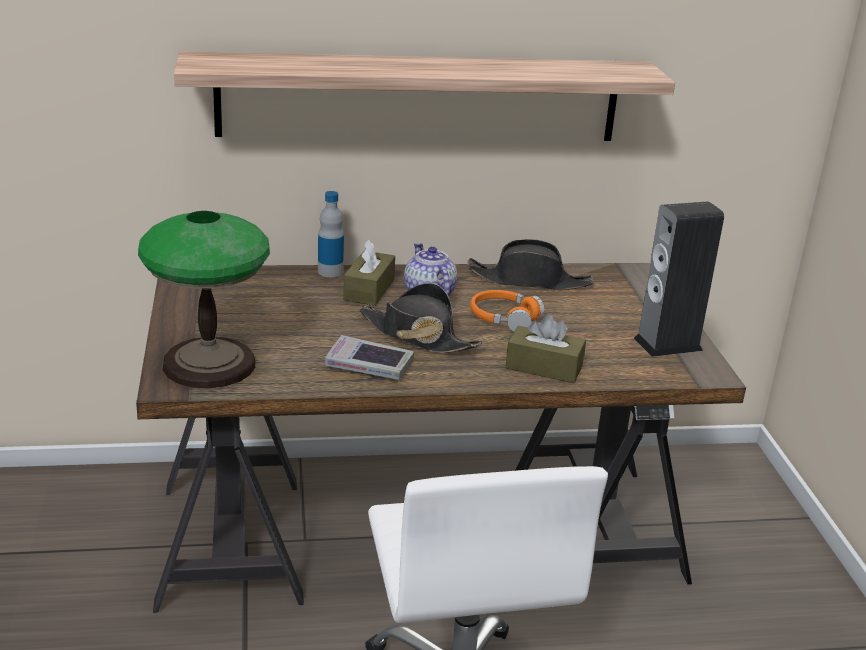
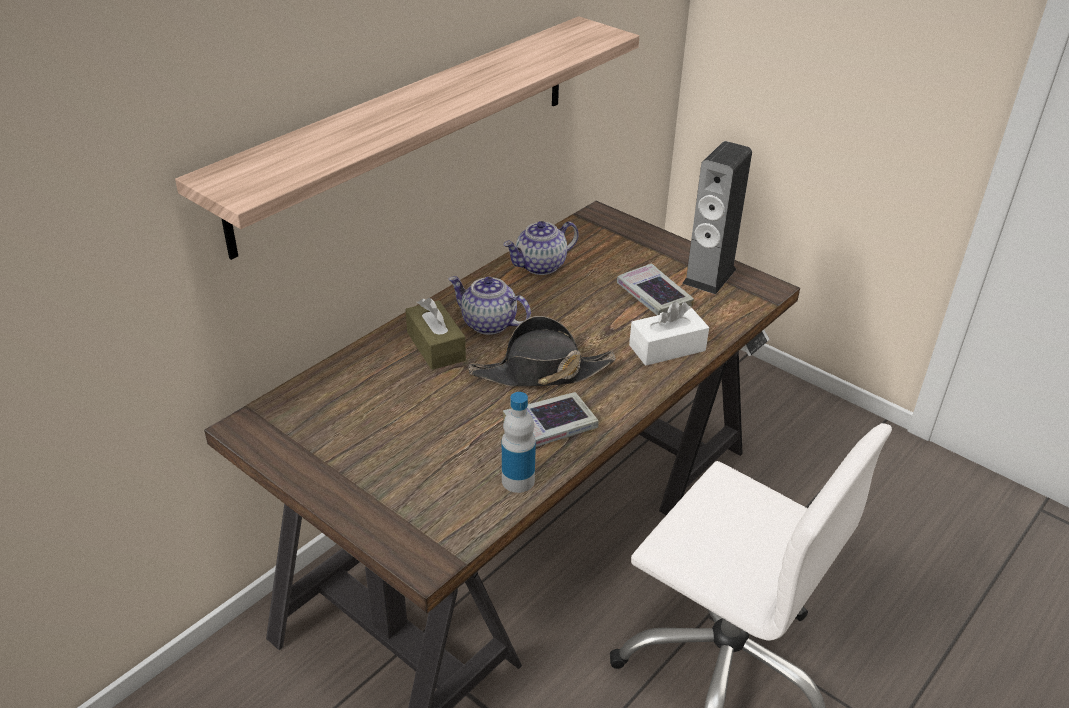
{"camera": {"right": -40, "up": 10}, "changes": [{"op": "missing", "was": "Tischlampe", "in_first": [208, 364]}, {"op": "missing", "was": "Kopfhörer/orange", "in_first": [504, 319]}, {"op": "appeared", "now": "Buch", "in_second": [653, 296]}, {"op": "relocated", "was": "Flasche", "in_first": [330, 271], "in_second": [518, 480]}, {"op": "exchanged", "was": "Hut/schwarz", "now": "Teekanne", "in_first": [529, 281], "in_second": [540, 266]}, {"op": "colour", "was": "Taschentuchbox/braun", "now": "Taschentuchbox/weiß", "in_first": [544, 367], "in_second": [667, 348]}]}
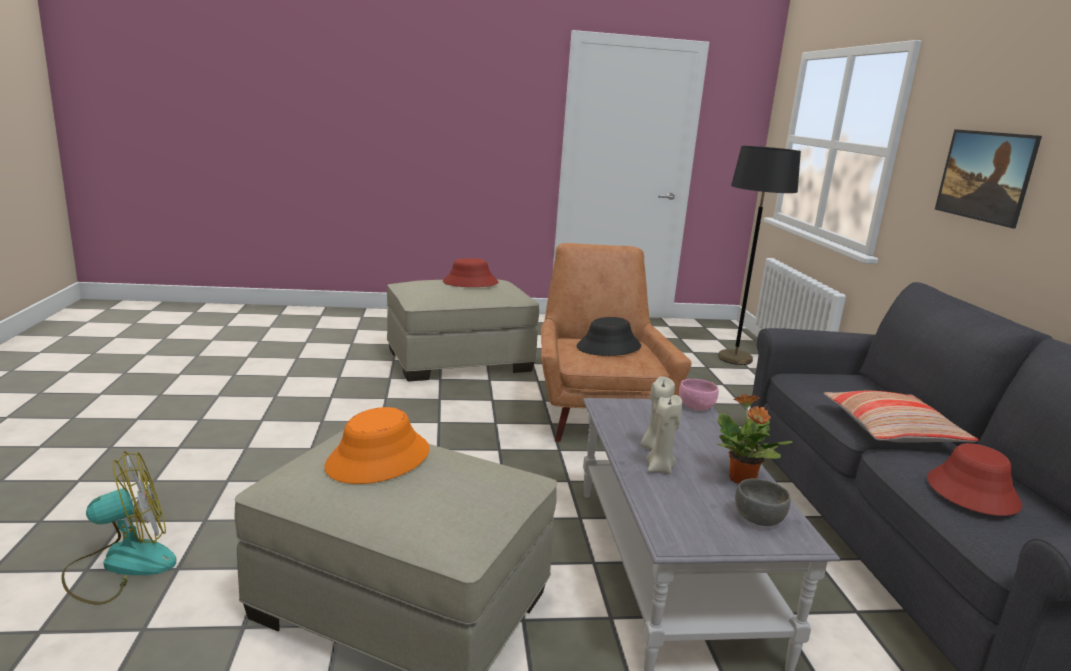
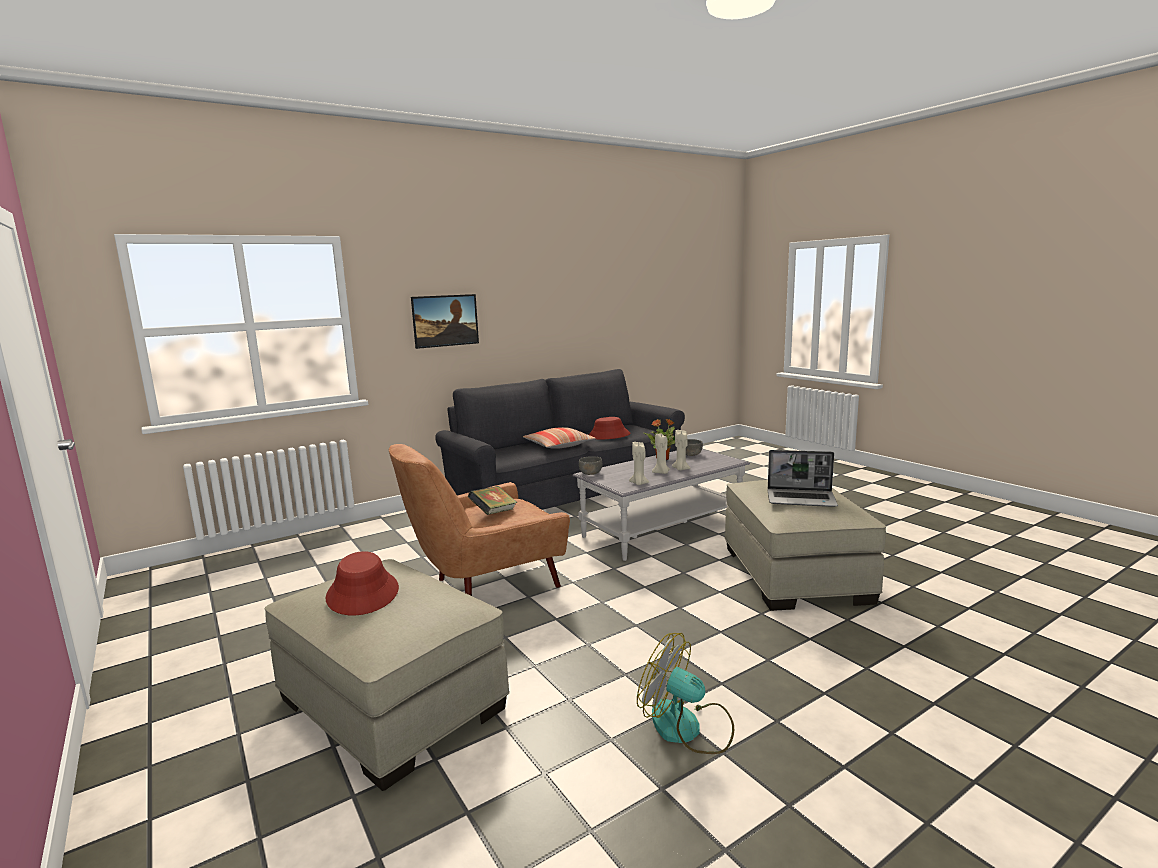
{"camera": {"right": -115, "up": -5}, "changes": [{"op": "missing", "was": "Stehlampe/schwarz", "in_first": [735, 358]}, {"op": "appeared", "now": "Kerze/beige", "in_second": [639, 483]}, {"op": "relocated", "was": "Ventilator", "in_first": [121, 565], "in_second": [687, 728]}, {"op": "exchanged", "was": "Hut/orange", "now": "Laptop", "in_first": [378, 459], "in_second": [802, 499]}, {"op": "exchanged", "was": "Hut/schwarz", "now": "Buch", "in_first": [608, 347], "in_second": [493, 513]}, {"op": "colour", "was": "Schüssel/rosa", "now": "Schüssel/grau", "in_first": [695, 406], "in_second": [590, 473]}]}
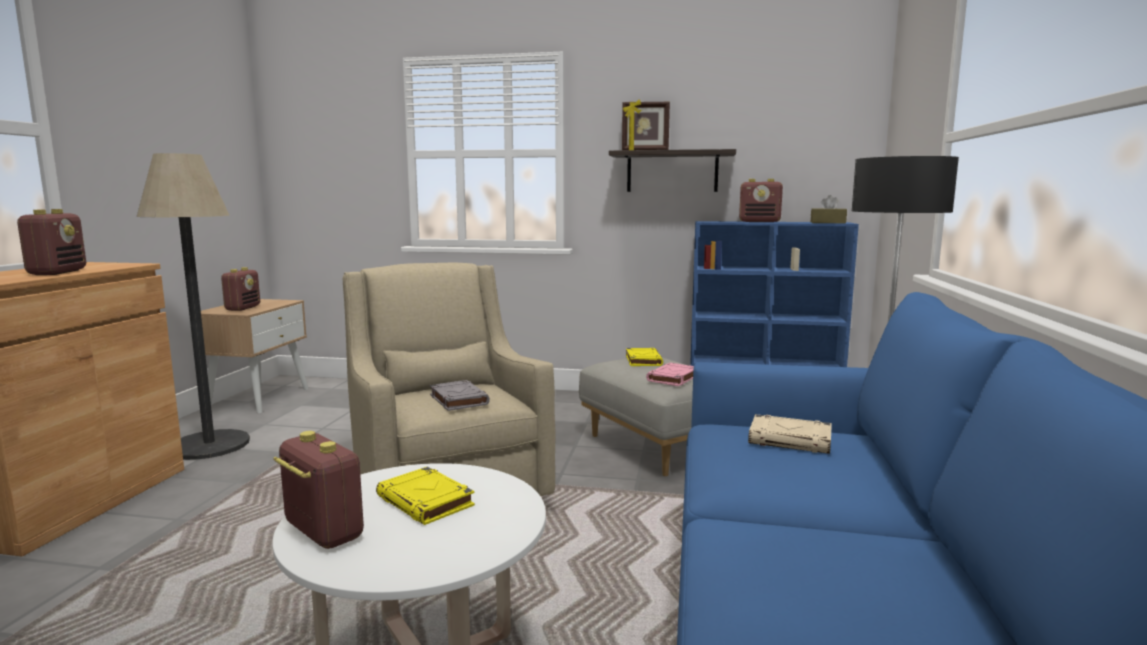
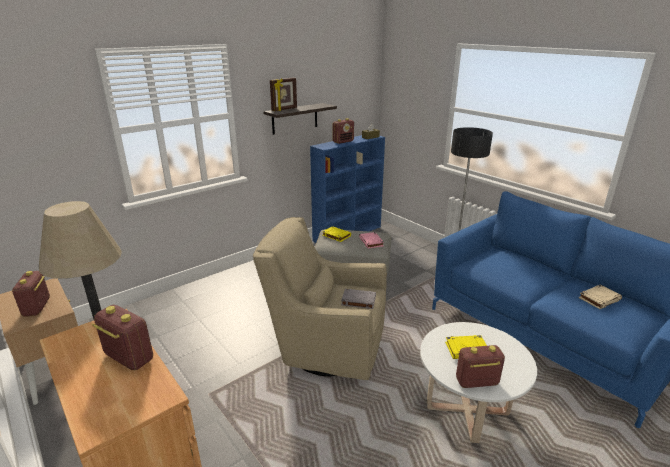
{"camera": {"right": -50, "up": 15}, "changes": [{"op": "relocated", "was": "Buch/beige", "in_first": [791, 440], "in_second": [599, 299]}, {"op": "spun", "was": "Radio", "in_first": [243, 308], "in_second": [37, 308], "clockwise": -150}]}
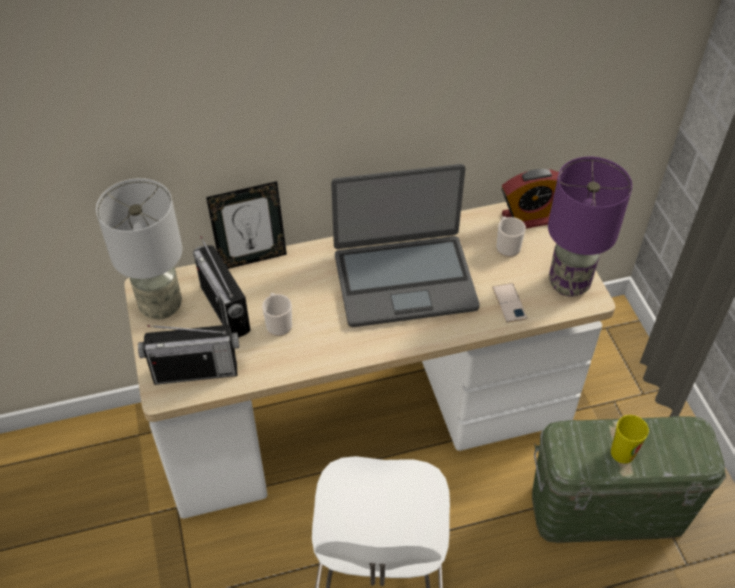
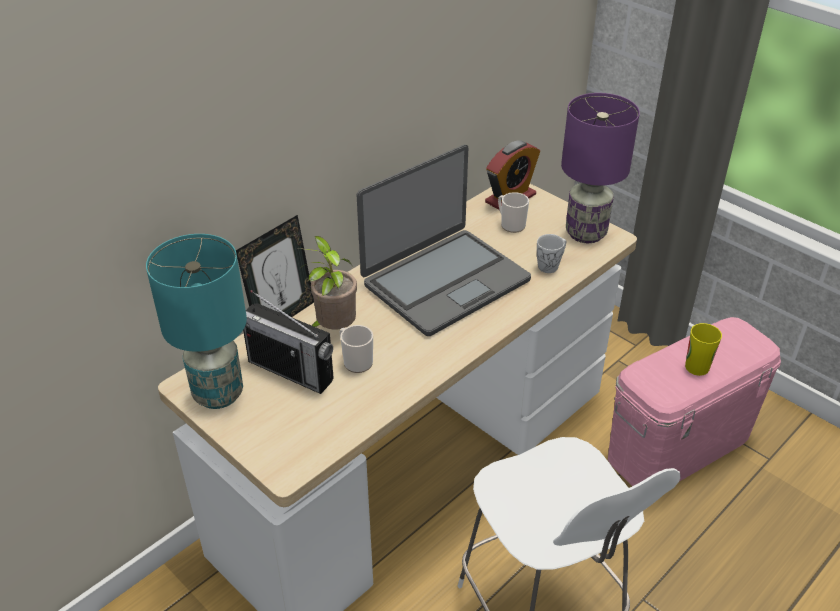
{"camera": {"right": -30, "up": -10}, "changes": [{"op": "missing", "was": "Radio", "in_first": [195, 371]}, {"op": "appeared", "now": "Topfpflanze", "in_second": [334, 329]}, {"op": "exchanged", "was": "Handy", "now": "Henkelbecher/weiß", "in_first": [509, 303], "in_second": [551, 265]}, {"op": "colour", "was": "Tischlampe/grau", "now": "Tischlampe/türkis", "in_first": [161, 306], "in_second": [218, 395]}, {"op": "colour", "was": "Aufbewahrungsbox/grün", "now": "Aufbewahrungsbox/rosa", "in_first": [607, 510], "in_second": [678, 446]}]}
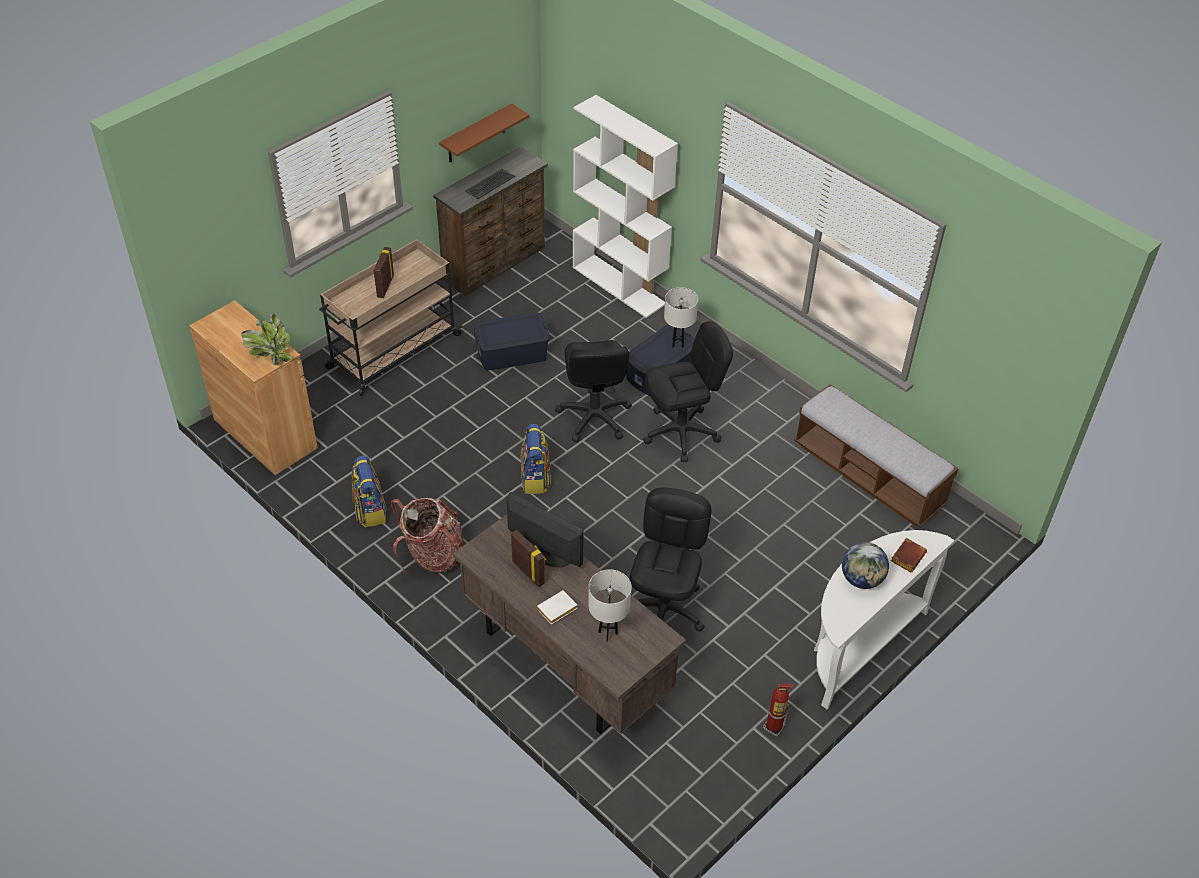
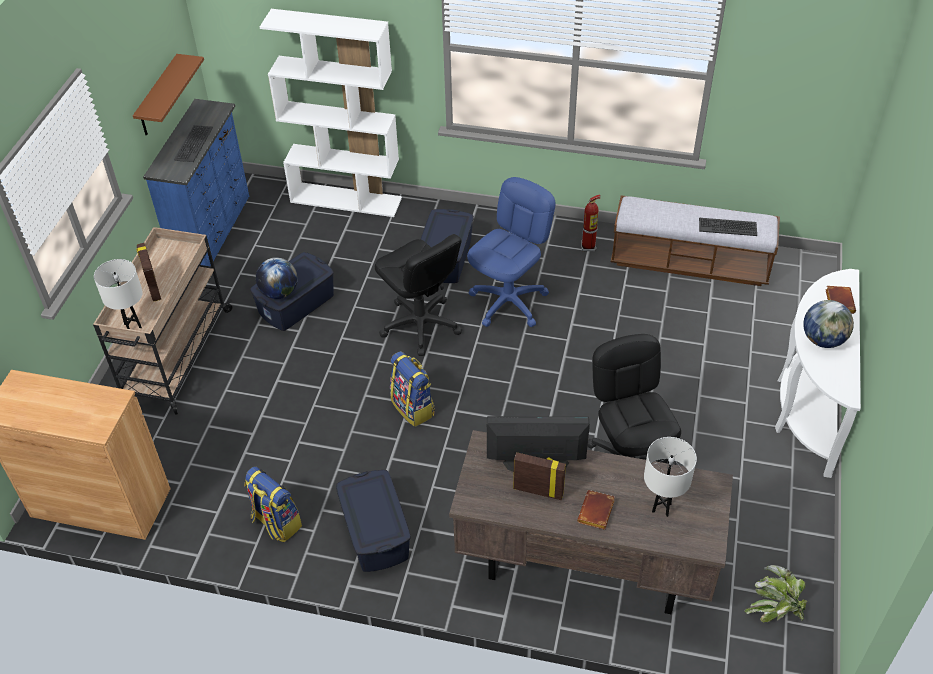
{"camera": {"right": -30, "up": 0}, "changes": [{"op": "appeared", "now": "Globus", "in_second": [279, 292]}, {"op": "appeared", "now": "Tastatur", "in_second": [727, 227]}, {"op": "relocated", "was": "Topfpflanze", "in_first": [270, 354], "in_second": [775, 610]}, {"op": "relocated", "was": "Tischlampe/weiß", "in_first": [678, 343], "in_second": [133, 326]}, {"op": "relocated", "was": "Feuerlöscher", "in_first": [774, 727], "in_second": [588, 246]}, {"op": "exchanged", "was": "Rucksack", "now": "Aufbewahrungsbox/blau", "in_first": [432, 555], "in_second": [375, 533]}, {"op": "colour", "was": "Kommode/braun", "now": "Kommode/blau", "in_first": [495, 264], "in_second": [213, 230]}, {"op": "colour", "was": "Buch/weiß", "now": "Buch/braun", "in_first": [556, 610], "in_second": [597, 513]}, {"op": "colour", "was": "Bürostuhl/schwarz", "now": "Bürostuhl/blau", "in_first": [681, 433], "in_second": [509, 302]}]}
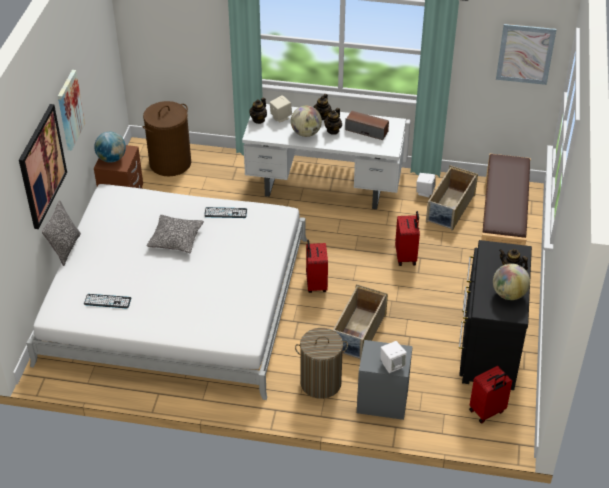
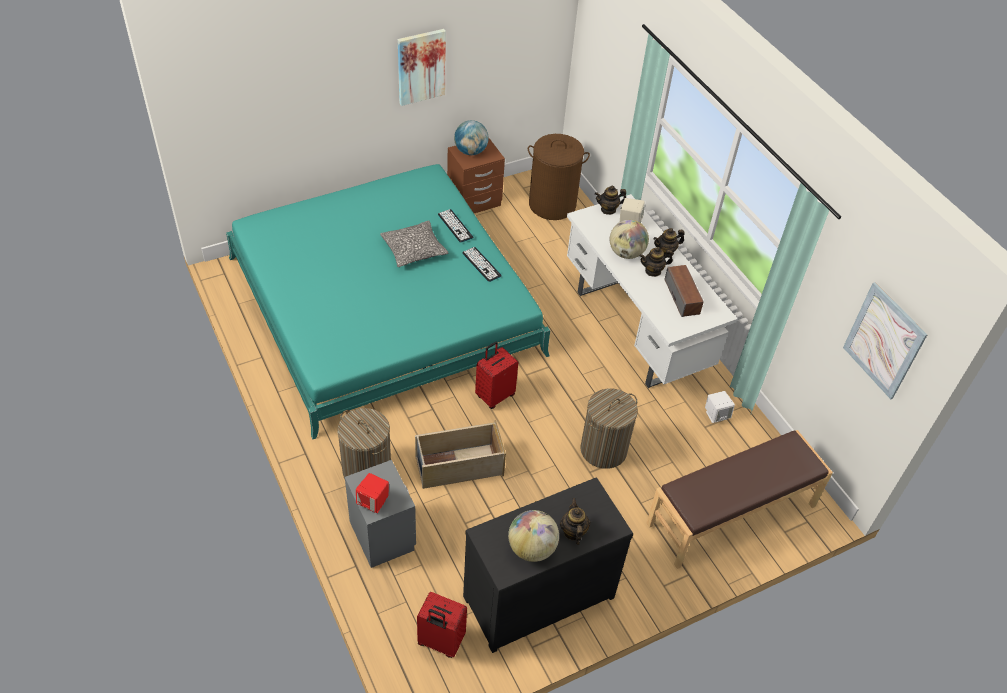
{"camera": {"right": 50, "up": 5}, "changes": [{"op": "missing", "was": "Bild", "in_first": [42, 166]}, {"op": "missing", "was": "Kissen", "in_first": [65, 248]}, {"op": "missing", "was": "Aufbewahrungsbox/beige", "in_first": [450, 209]}, {"op": "relocated", "was": "Tastatur", "in_first": [107, 301], "in_second": [455, 226]}, {"op": "exchanged", "was": "Koffer/rot", "now": "Wäschekorb", "in_first": [406, 256], "in_second": [603, 450]}, {"op": "colour", "was": "Bett/weiß", "now": "Bett/türkis", "in_first": [176, 300], "in_second": [384, 306]}, {"op": "colour", "was": "Lautsprecher/weiß", "now": "Lautsprecher/rot", "in_first": [392, 365], "in_second": [373, 502]}]}
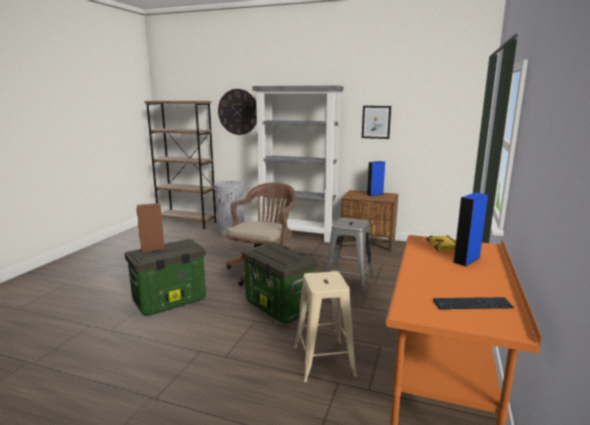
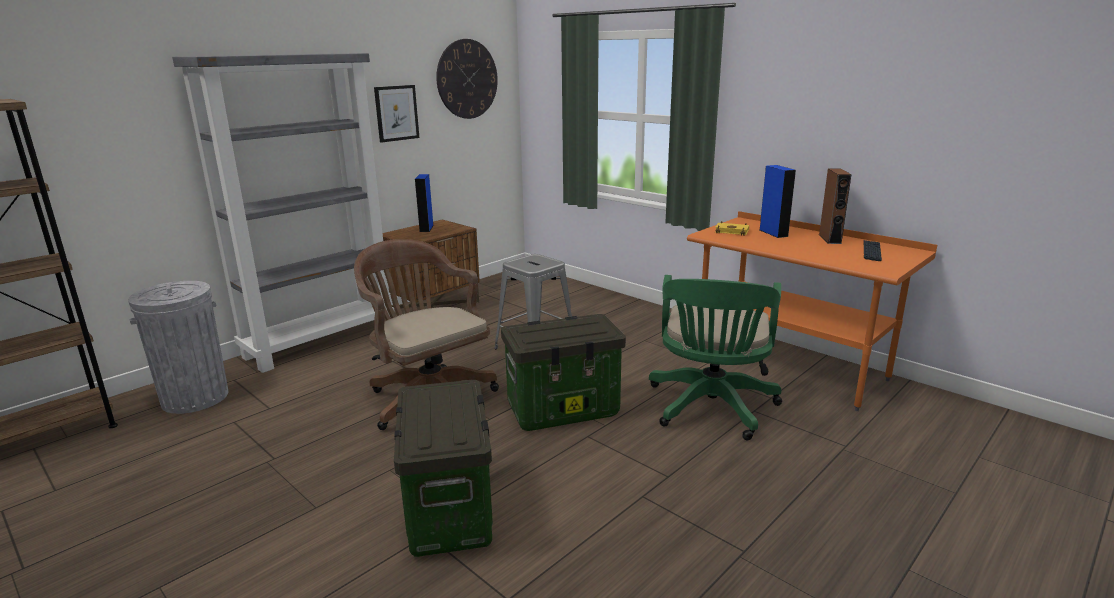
{"camera": {"right": -65, "up": 5}, "changes": [{"op": "relocated", "was": "Lautsprecher/braun", "in_first": [153, 249], "in_second": [830, 239]}, {"op": "relocated", "was": "Wanduhr", "in_first": [238, 112], "in_second": [467, 79]}, {"op": "exchanged", "was": "Hocker/beige", "now": "Bürostuhl/grün", "in_first": [324, 361], "in_second": [711, 409]}]}
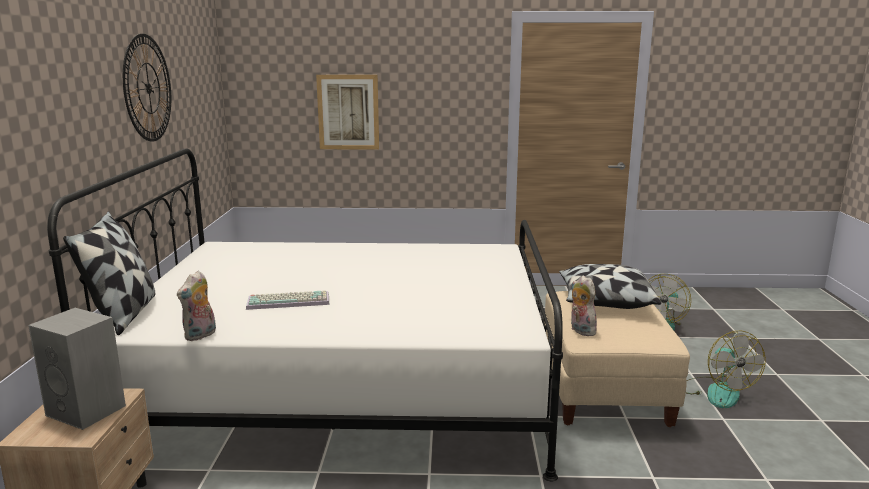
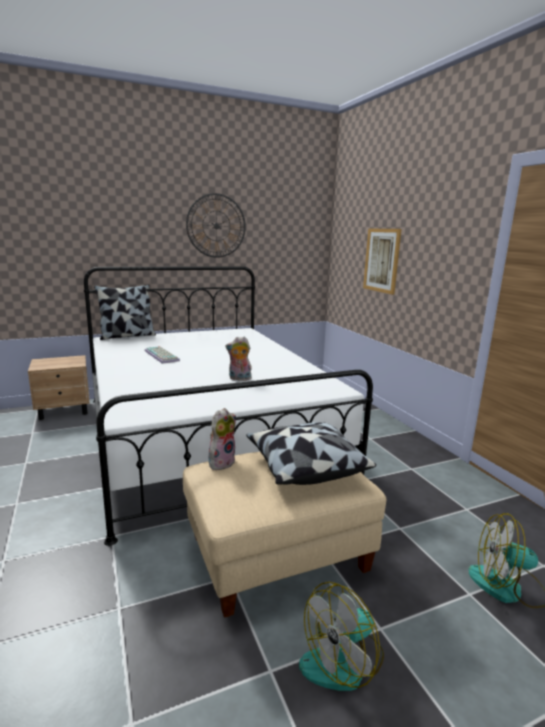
{"camera": {"right": 65, "up": 0}, "changes": [{"op": "missing", "was": "Lautsprecher/grau", "in_first": [88, 410]}, {"op": "relocated", "was": "Plüschtier", "in_first": [201, 335], "in_second": [239, 379]}]}
